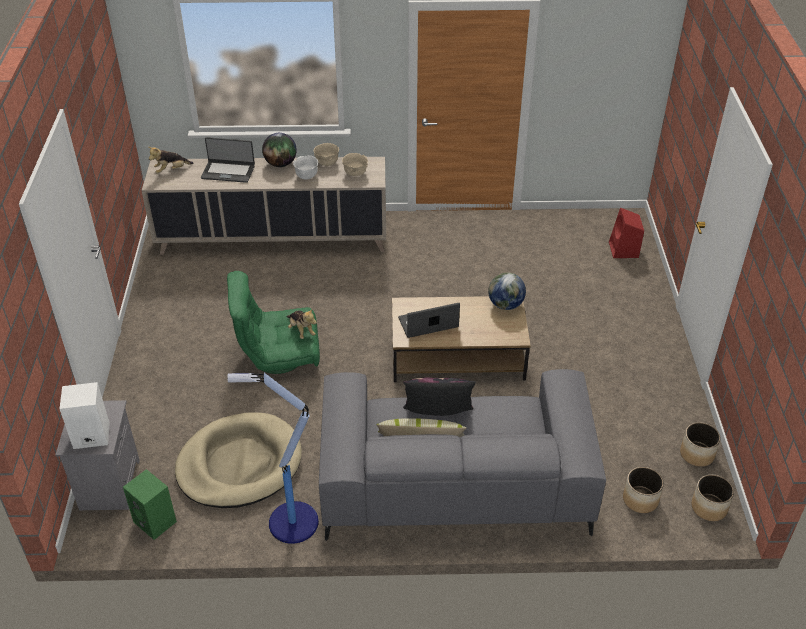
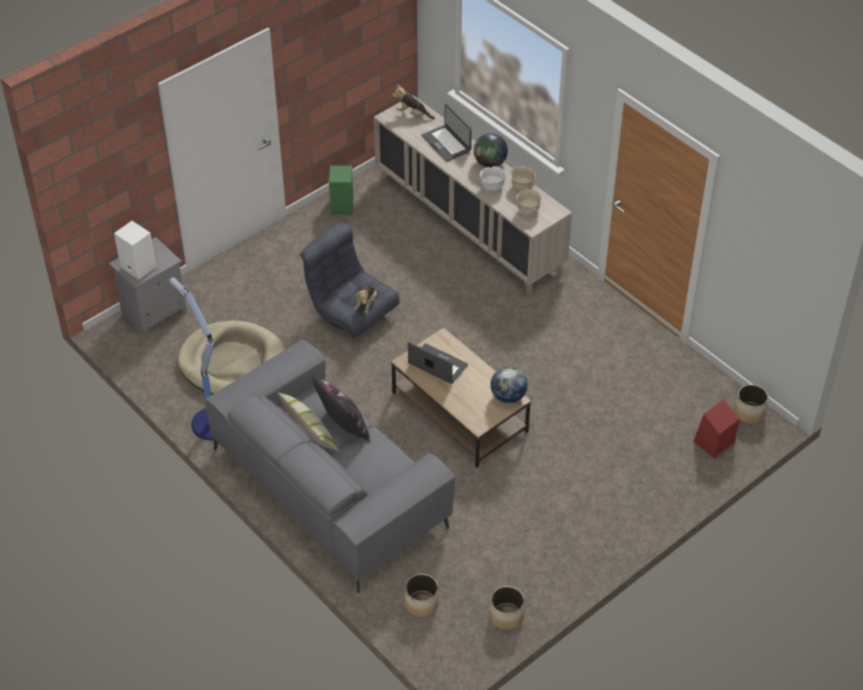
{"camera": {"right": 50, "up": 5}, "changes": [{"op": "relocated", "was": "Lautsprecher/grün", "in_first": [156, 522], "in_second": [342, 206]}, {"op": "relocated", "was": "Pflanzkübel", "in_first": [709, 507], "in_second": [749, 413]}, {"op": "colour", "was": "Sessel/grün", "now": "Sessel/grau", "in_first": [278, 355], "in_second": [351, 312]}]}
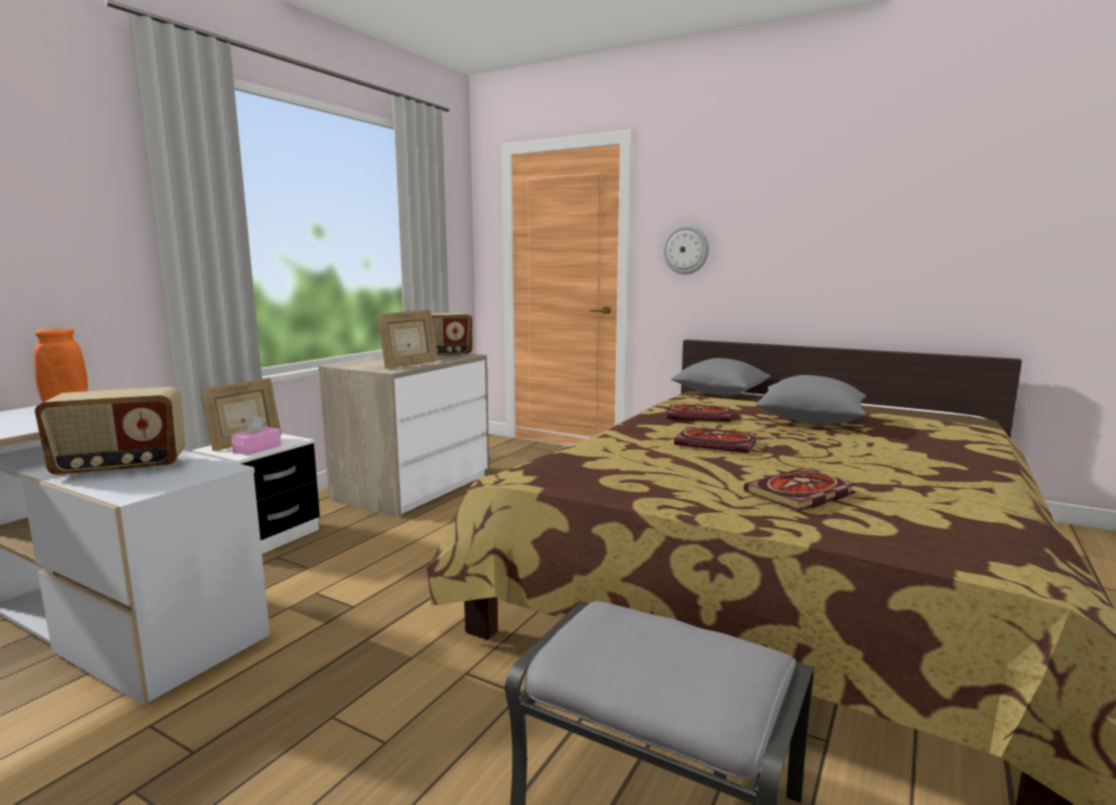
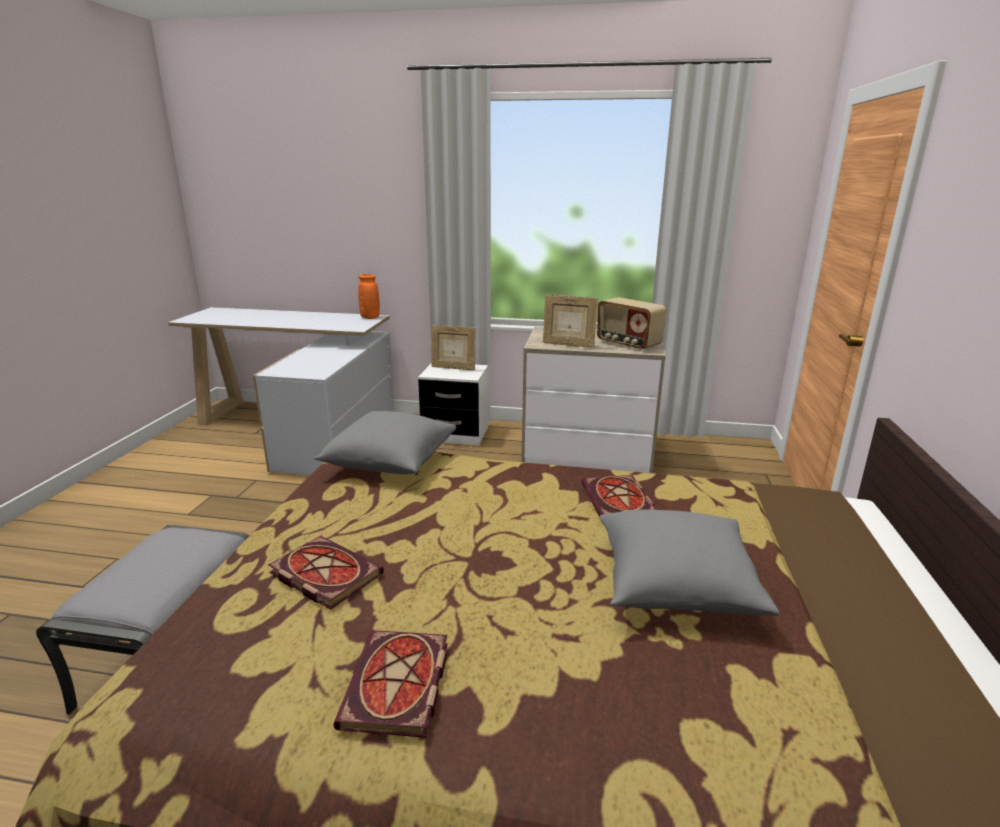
{"camera": {"right": 70, "up": 10}, "changes": [{"op": "missing", "was": "Radio", "in_first": [121, 468]}, {"op": "missing", "was": "Taschentuchbox/rosa", "in_first": [257, 449]}, {"op": "missing", "was": "Wanduhr", "in_first": [686, 249]}, {"op": "relocated", "was": "Kissen/grau", "in_first": [720, 394], "in_second": [389, 462]}, {"op": "relocated", "was": "Buch", "in_first": [718, 443], "in_second": [398, 687]}]}
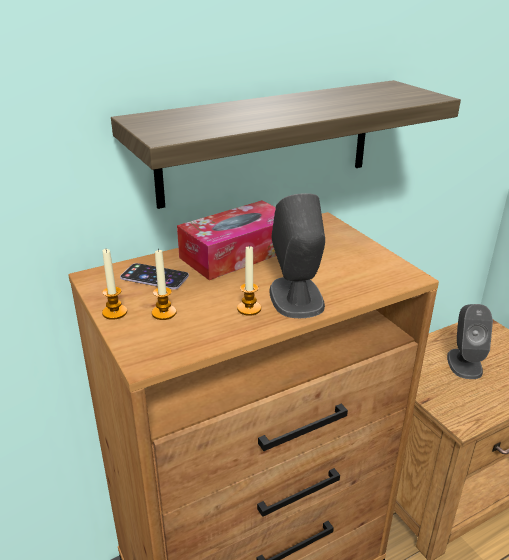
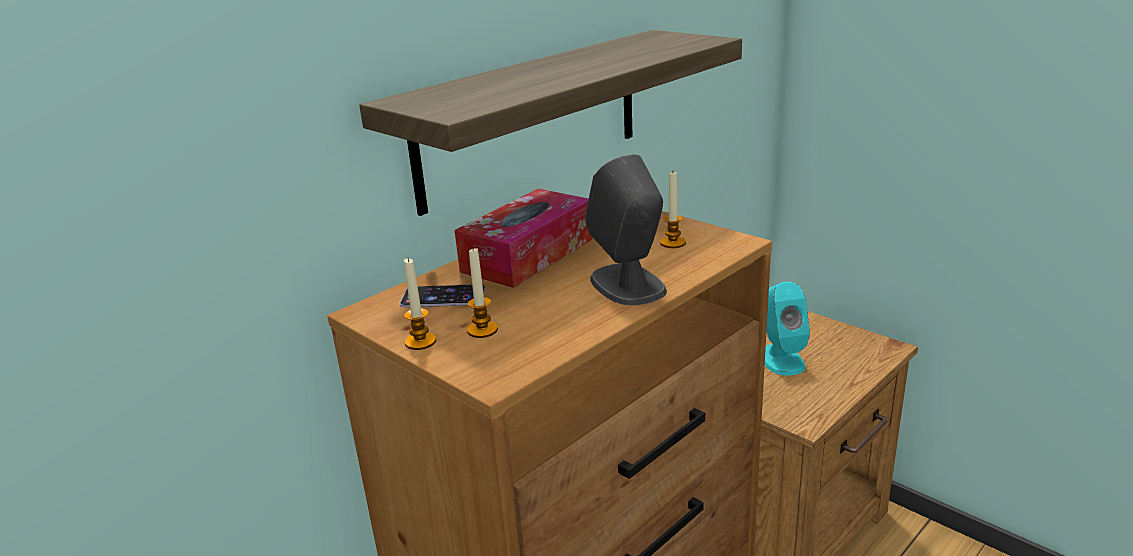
{"camera": {"right": -15, "up": -5}, "changes": [{"op": "relocated", "was": "Kerze", "in_first": [249, 308], "in_second": [673, 243]}, {"op": "colour", "was": "Lautsprecher/grau", "now": "Lautsprecher/türkis", "in_first": [464, 363], "in_second": [780, 359]}]}
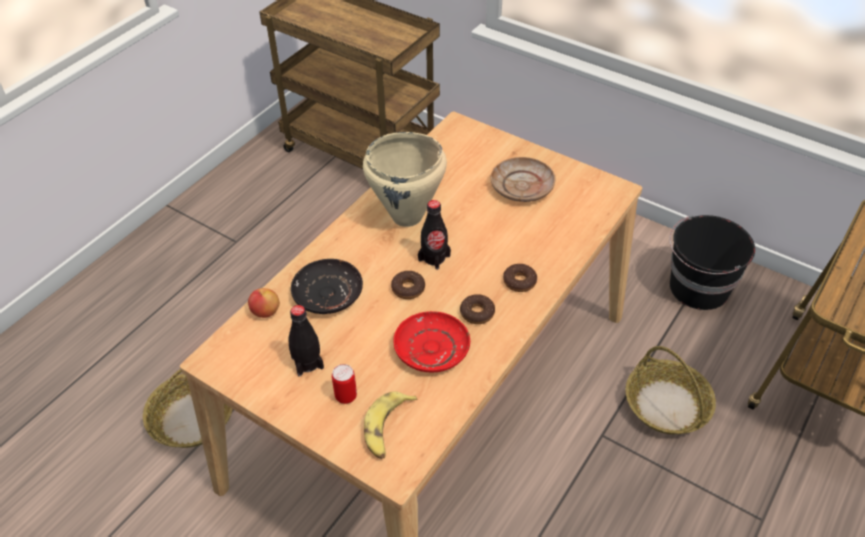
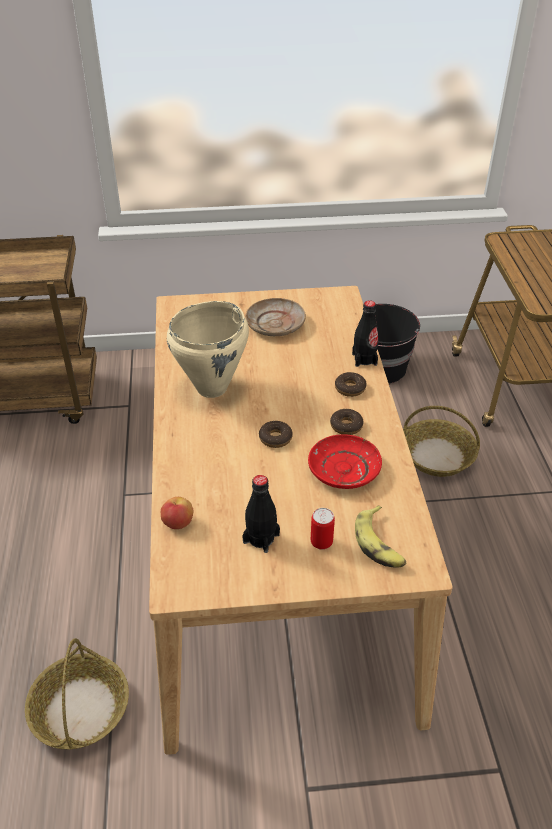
{"camera": {"right": -40, "up": -5}, "changes": [{"op": "missing", "was": "Teller/schwarz", "in_first": [327, 294]}, {"op": "relocated", "was": "Flasche/schwarz", "in_first": [434, 258], "in_second": [364, 359]}]}
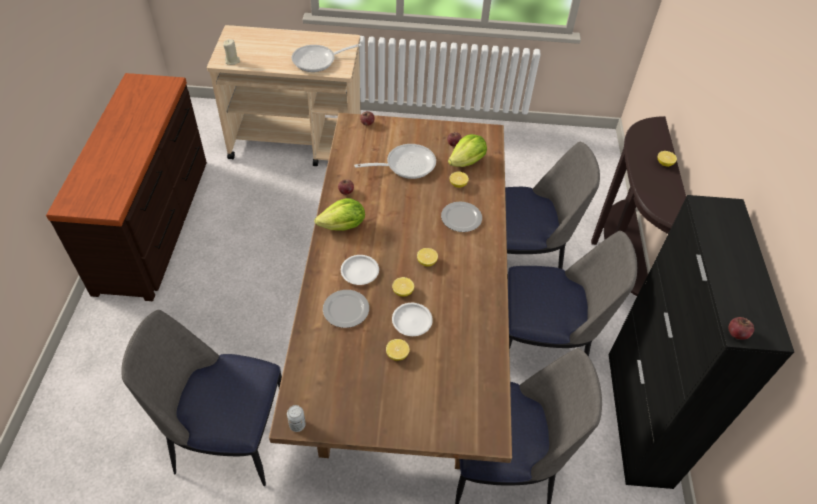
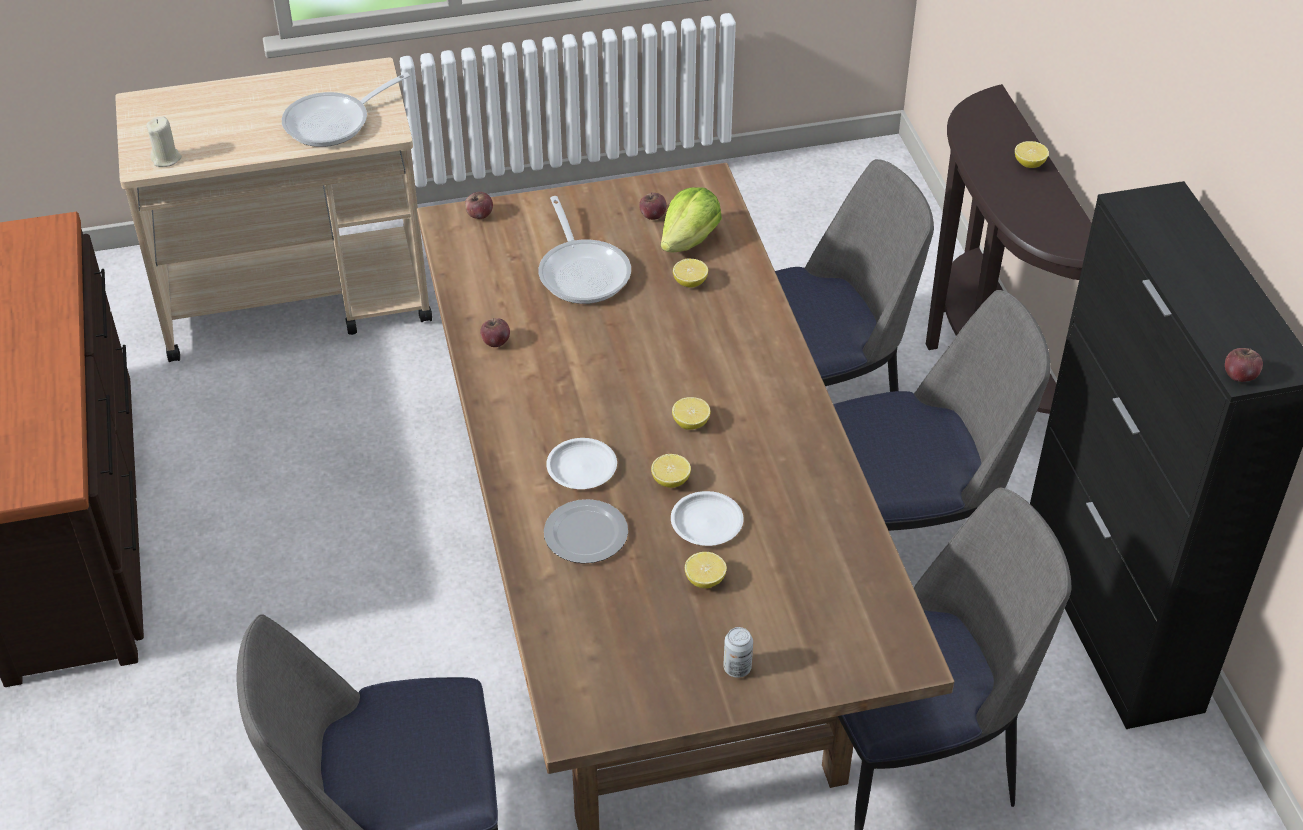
{"camera": {"right": -15, "up": -5}, "changes": [{"op": "missing", "was": "Salatkopf", "in_first": [343, 226]}, {"op": "missing", "was": "Teller", "in_first": [461, 218]}, {"op": "relocated", "was": "Dose", "in_first": [297, 425], "in_second": [737, 668]}, {"op": "spun", "was": "Pfanne", "in_first": [406, 165], "in_second": [583, 271], "clockwise": 105}]}
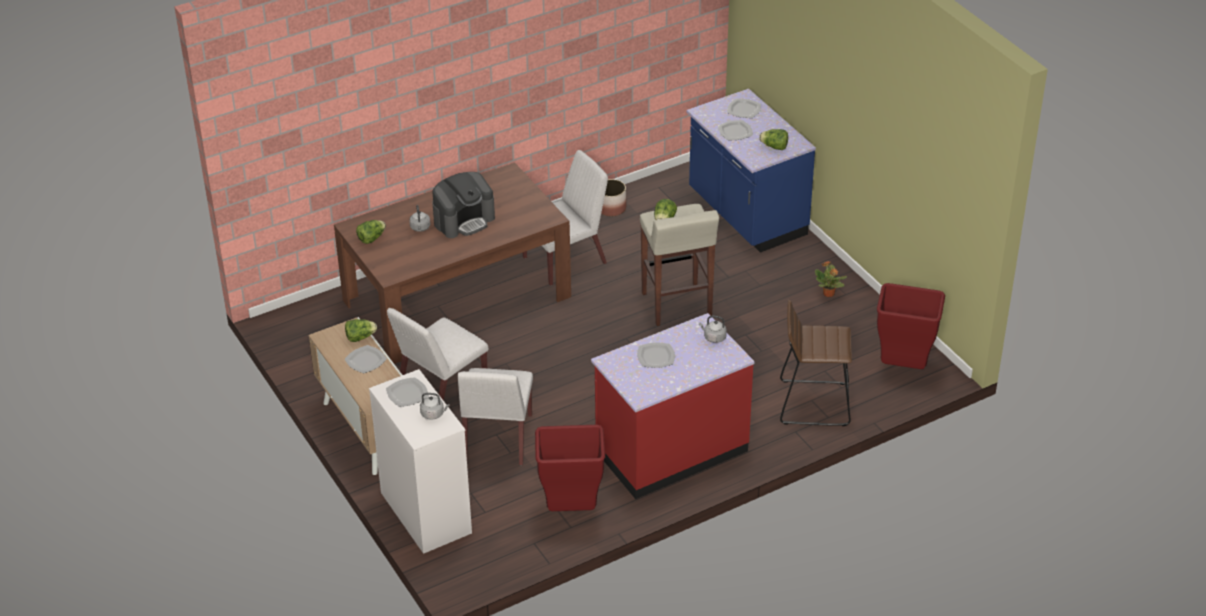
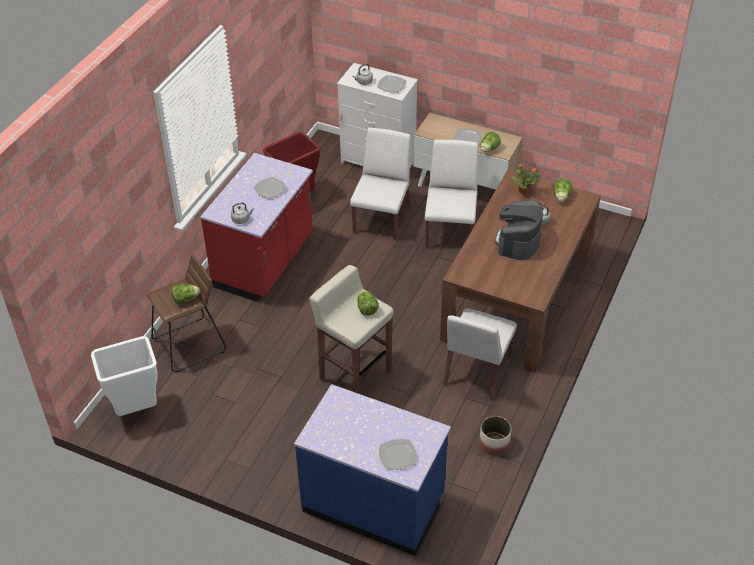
{"camera": {"right": 145, "up": 5}, "changes": [{"op": "missing", "was": "Teller", "in_first": [735, 132]}, {"op": "relocated", "was": "Salatkopf", "in_first": [774, 147], "in_second": [185, 299]}, {"op": "relocated", "was": "Topfpflanze", "in_first": [828, 294], "in_second": [523, 191]}, {"op": "colour", "was": "Mülleimer/rot", "now": "Mülleimer/weiß", "in_first": [904, 367], "in_second": [136, 410]}, {"op": "spun", "was": "Stuhl/weiß", "in_first": [497, 439], "in_second": [382, 218], "clockwise": 45}]}
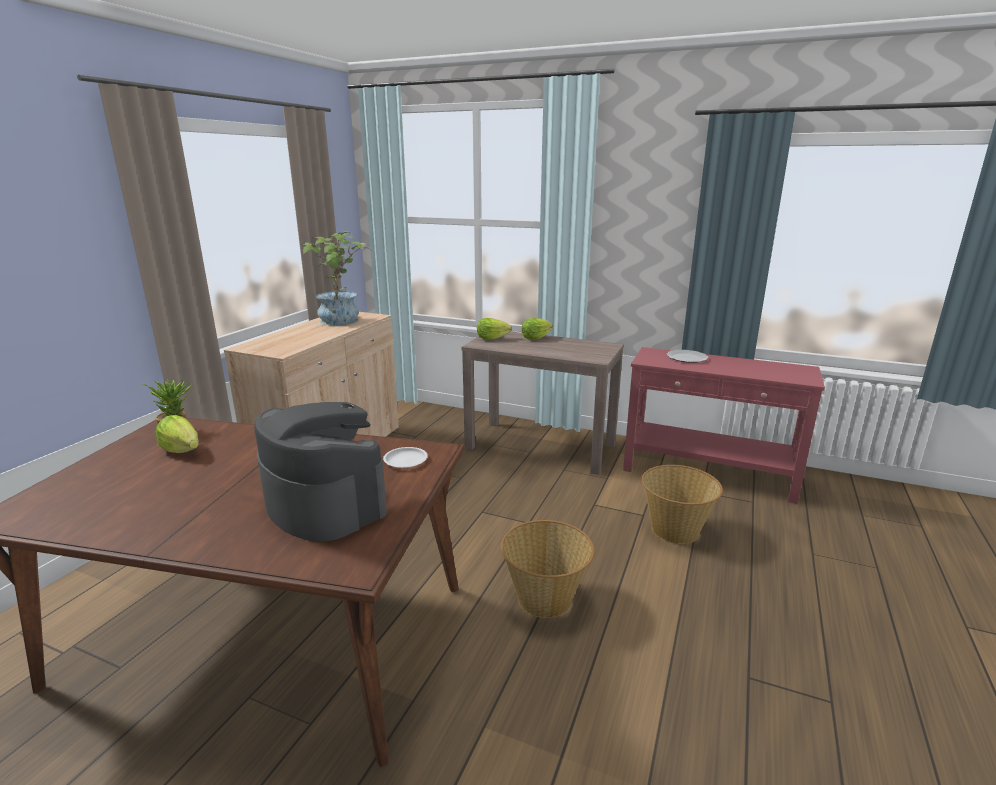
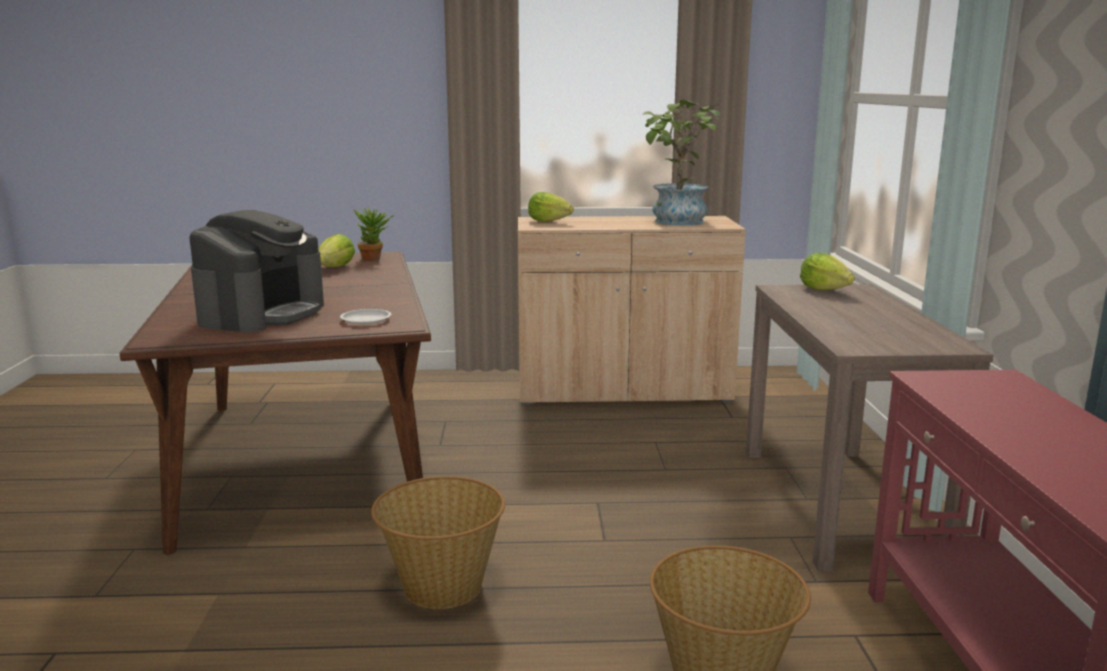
{"camera": {"right": 65, "up": -5}, "changes": [{"op": "missing", "was": "Teller", "in_first": [686, 358]}, {"op": "relocated", "was": "Salatkopf", "in_first": [535, 338], "in_second": [549, 221]}]}
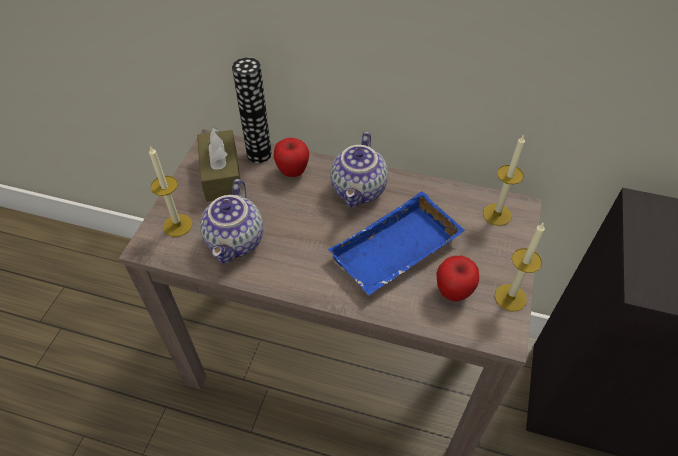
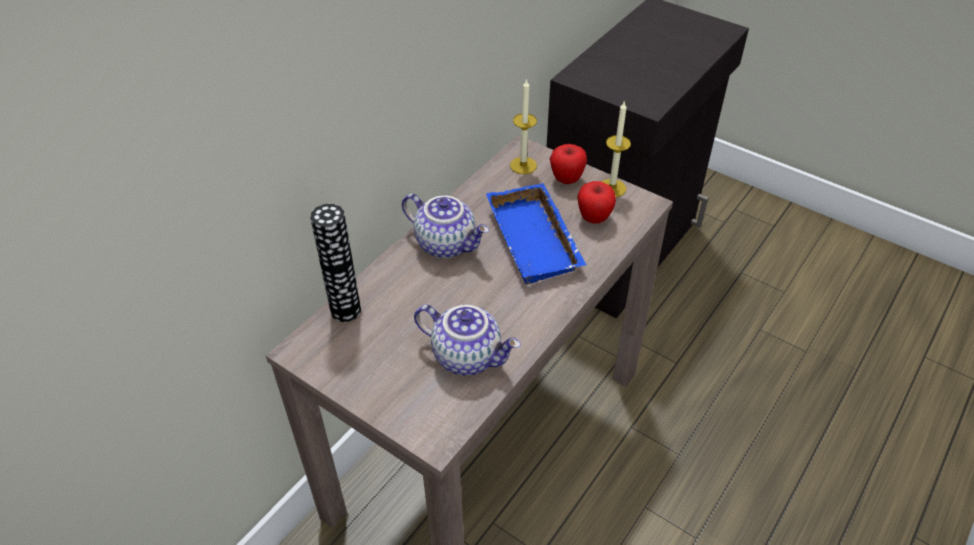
{"camera": {"right": -70, "up": -5}, "changes": [{"op": "missing", "was": "Kerze", "in_first": [177, 225]}, {"op": "missing", "was": "Taschentuchbox/braun", "in_first": [221, 175]}, {"op": "relocated", "was": "Apfel", "in_first": [292, 171], "in_second": [566, 179]}]}
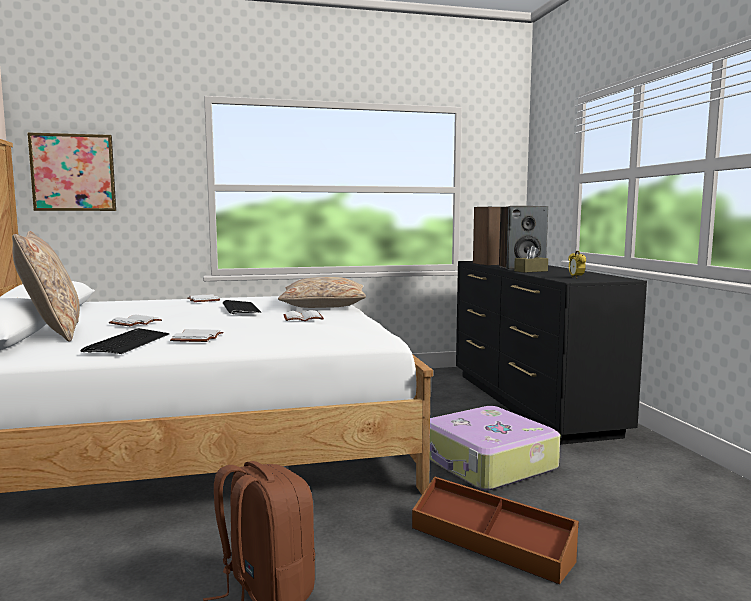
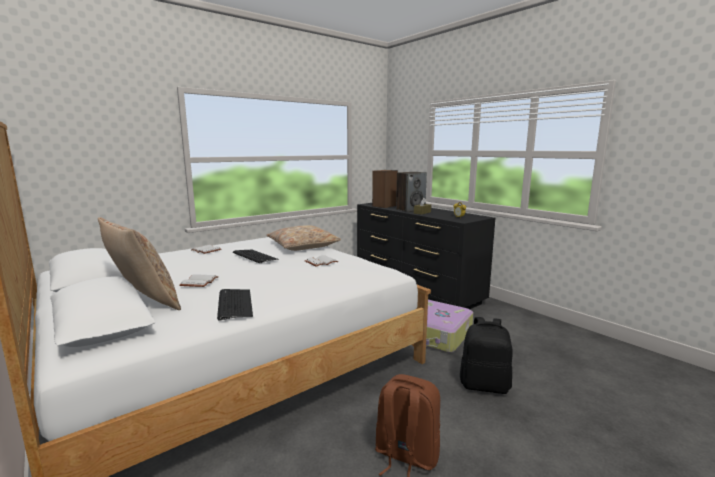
{"camera": {"right": -25, "up": 5}, "changes": [{"op": "missing", "was": "Bild", "in_first": [73, 172]}, {"op": "missing", "was": "Buch/weiß", "in_first": [198, 338]}, {"op": "exchanged", "was": "Aufbewahrungsbox/braun", "now": "Rucksack/schwarz", "in_first": [491, 543], "in_second": [485, 385]}]}
